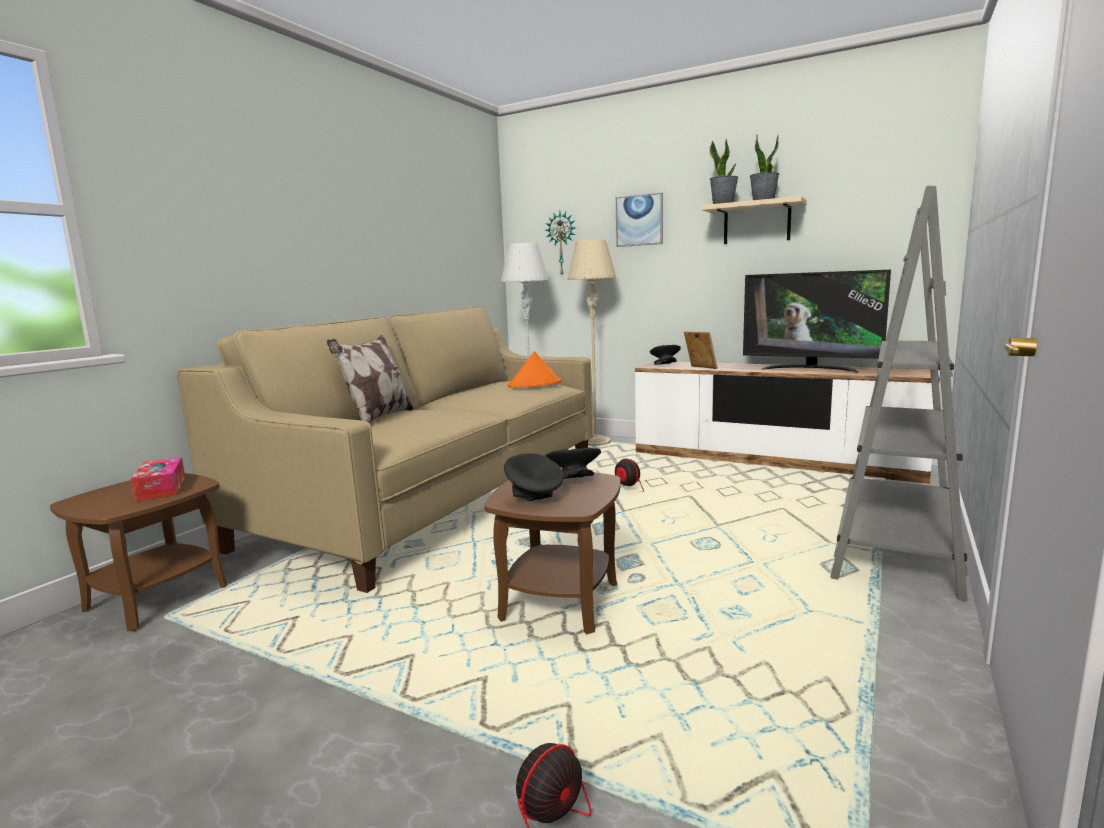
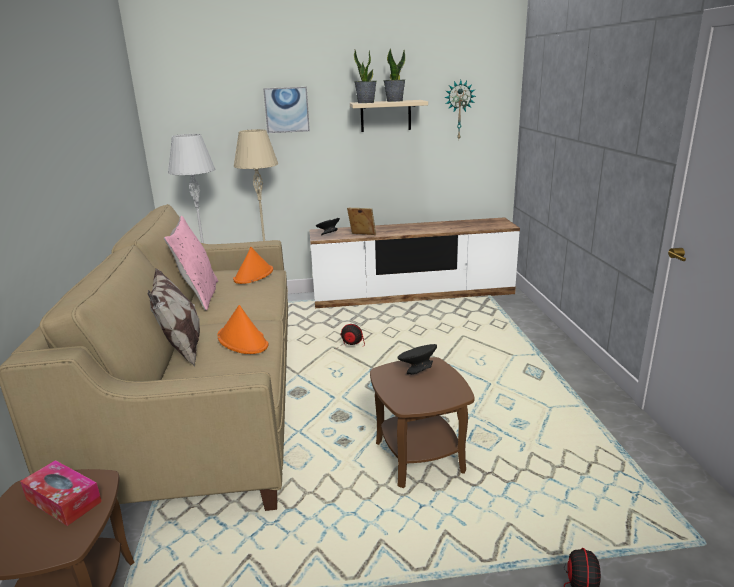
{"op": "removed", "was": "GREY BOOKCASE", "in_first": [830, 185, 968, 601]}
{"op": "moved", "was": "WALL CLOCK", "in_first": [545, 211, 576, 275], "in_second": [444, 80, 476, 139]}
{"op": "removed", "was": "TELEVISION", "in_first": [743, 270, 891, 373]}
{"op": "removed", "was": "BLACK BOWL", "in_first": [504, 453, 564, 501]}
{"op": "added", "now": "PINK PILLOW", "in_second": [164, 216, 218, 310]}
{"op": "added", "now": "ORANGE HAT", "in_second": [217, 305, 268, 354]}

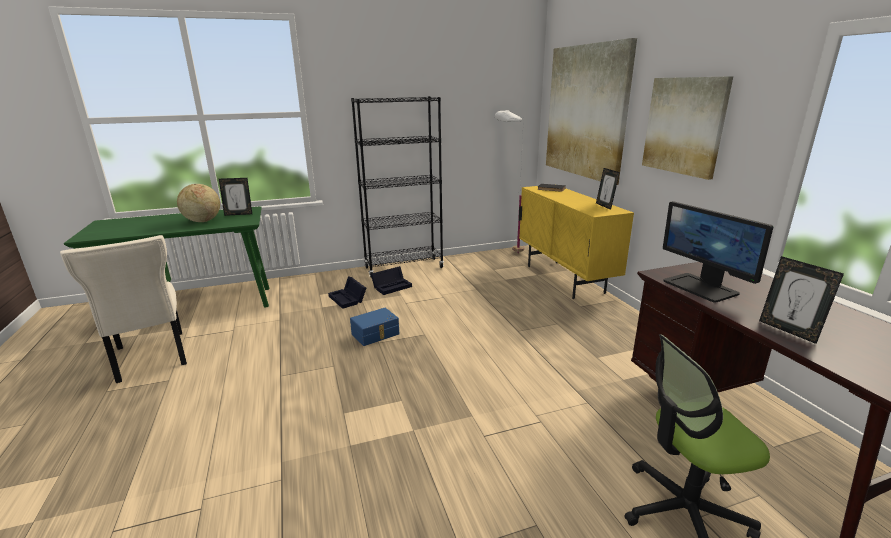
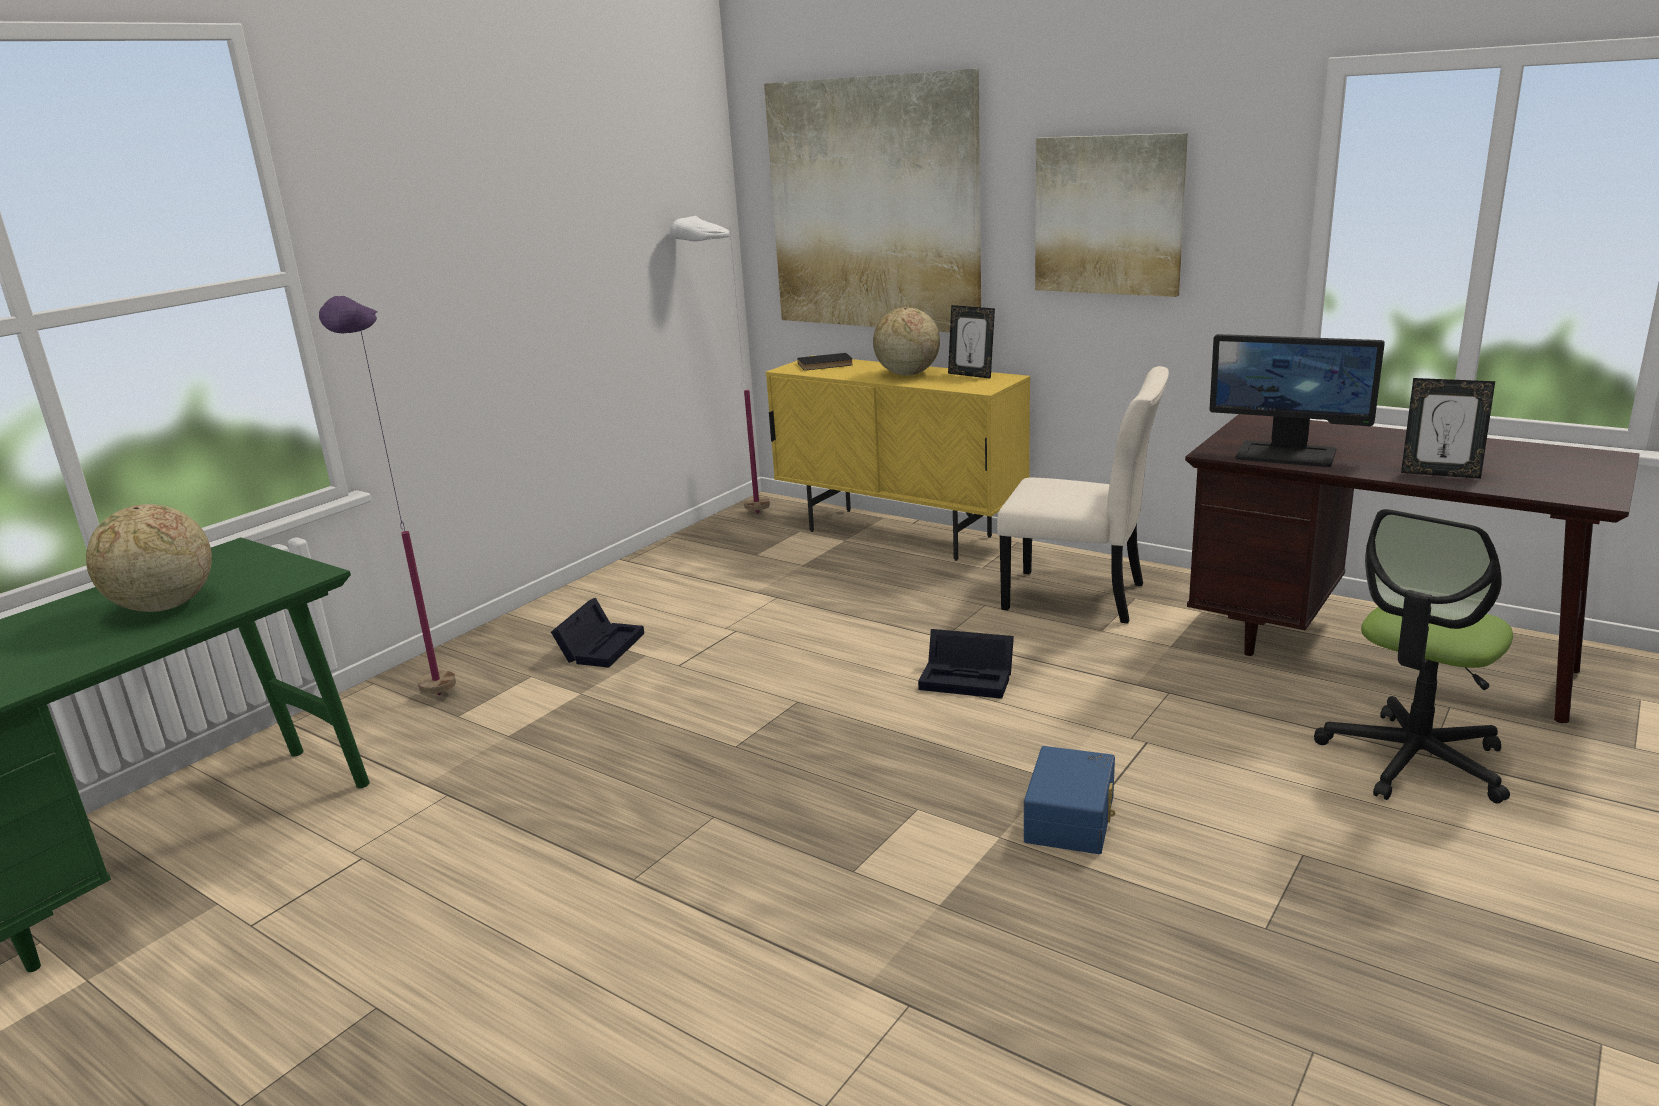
{"op": "removed", "was": "BLACK BOOKCASE", "in_first": [351, 96, 444, 278]}
{"op": "removed", "was": "PICTURE FRAME", "in_first": [219, 178, 252, 216]}
{"op": "moved", "was": "BEIGE CHAIR", "in_first": [60, 235, 187, 383], "in_second": [997, 366, 1169, 623]}
{"op": "moved", "was": "BLACK STORAGE BOX", "in_first": [328, 276, 366, 309], "in_second": [918, 629, 1014, 699]}
{"op": "moved", "was": "BLUE STORAGE BOX", "in_first": [350, 308, 399, 346], "in_second": [1024, 746, 1115, 854]}
{"op": "added", "now": "PURPLE FLOOR LAMP", "in_second": [319, 296, 456, 695]}
{"op": "added", "now": "GLOBE", "in_second": [873, 307, 940, 375]}

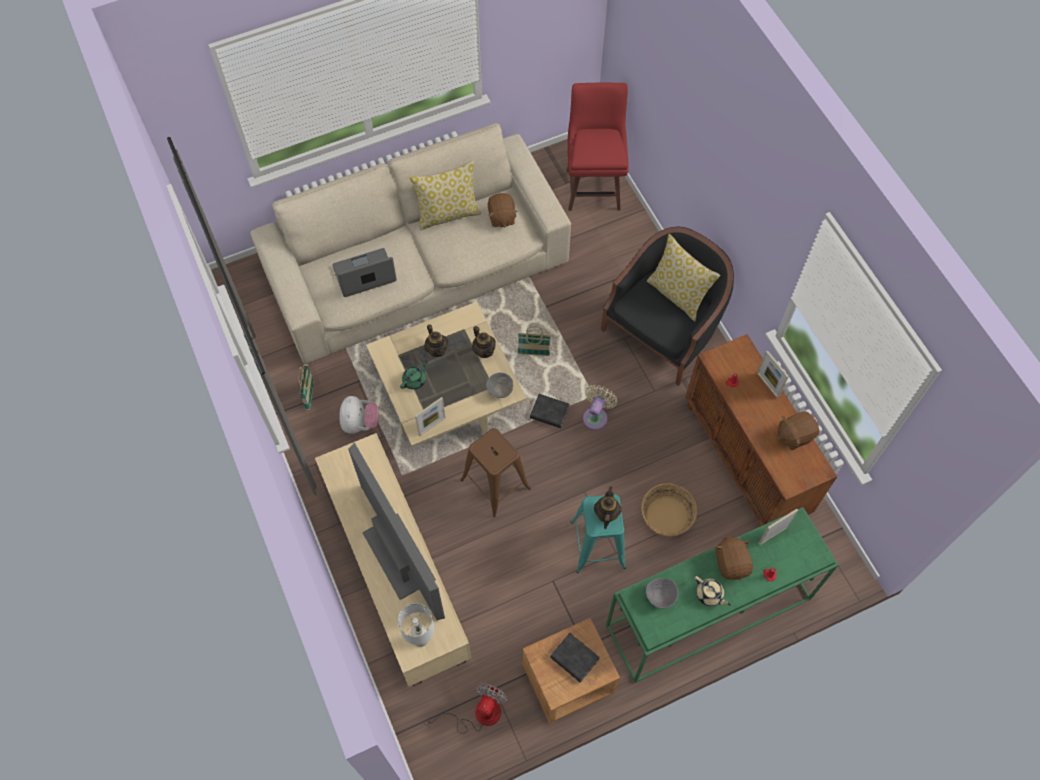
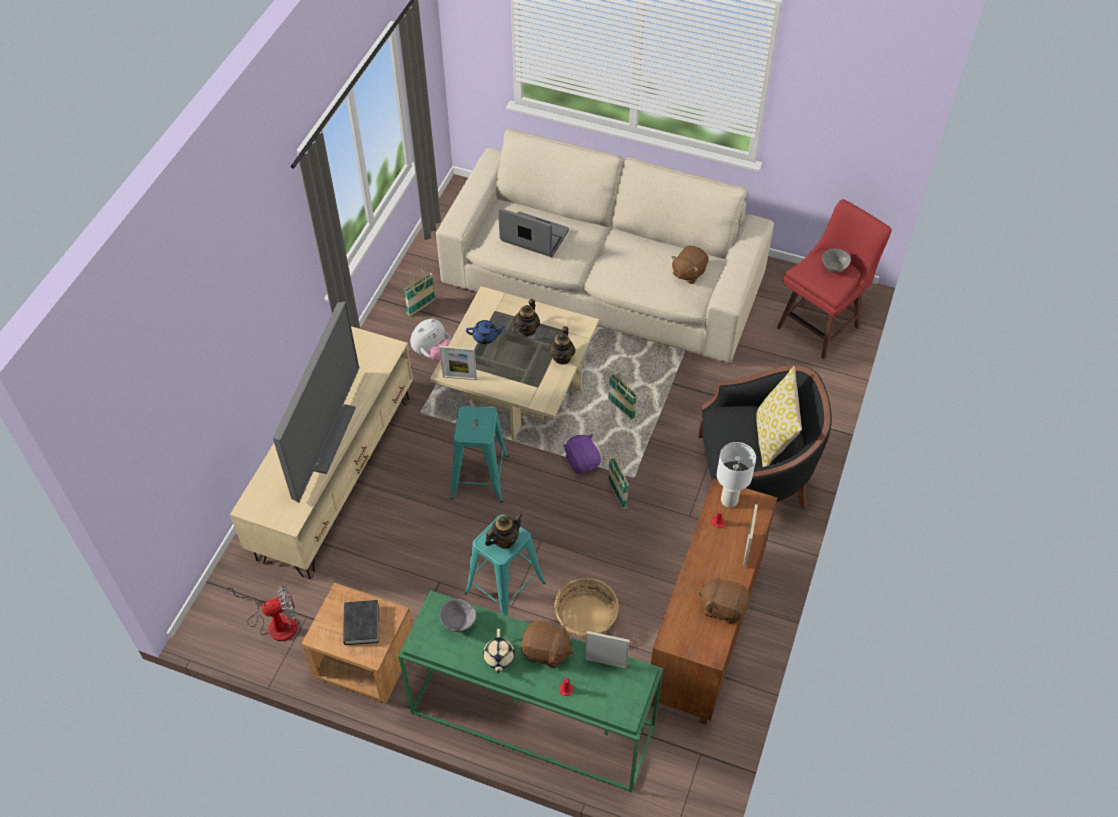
{"op": "removed", "was": "PILLOW", "in_first": [409, 160, 481, 230]}
{"op": "recoloured", "was": "GREEN TEAPOT", "now": "BLUE TEAPOT", "in_first": [400, 361, 428, 390], "in_second": [466, 320, 506, 344]}
{"op": "moved", "was": "GREY BOWL", "in_first": [486, 373, 513, 398], "in_second": [822, 249, 851, 273]}
{"op": "replaced", "was": "BEIGE FAN", "now": "BASKET", "in_first": [583, 385, 617, 430], "in_second": [608, 456, 629, 509]}
{"op": "replaced", "was": "BLACK BOOK", "now": "PURPLE PLUSH TOY", "in_first": [530, 394, 569, 428], "in_second": [563, 434, 601, 473]}
{"op": "recoloured", "was": "BROWN STOOL", "now": "TURQUOISE STOOL", "in_first": [461, 428, 531, 517], "in_second": [450, 406, 509, 503]}
{"op": "turned", "was": "BROWN PLUSH TOY", "in_first": [715, 536, 753, 580], "in_second": [521, 621, 574, 668], "clockwise": 75}
{"op": "moved", "was": "WHITE TABLE LAMP", "in_first": [398, 603, 434, 647], "in_second": [717, 442, 756, 508]}

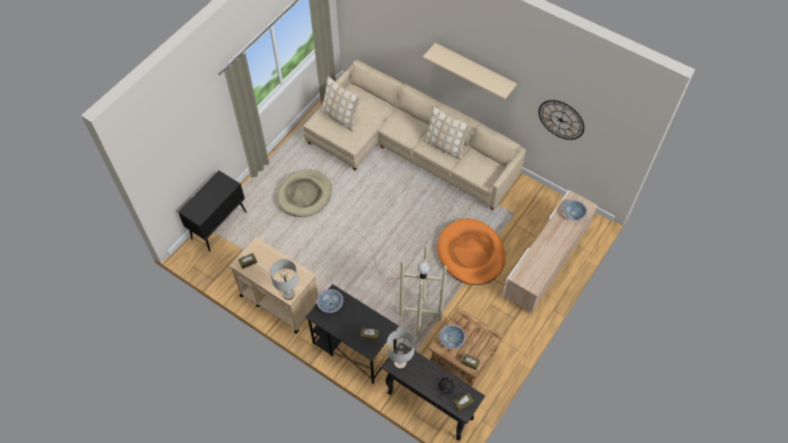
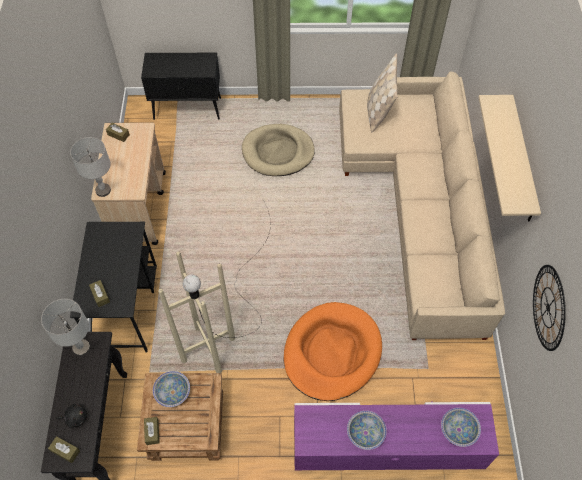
{"op": "removed", "was": "BEIGE PILLOW", "in_first": [423, 106, 471, 160]}
{"op": "recoloured", "was": "BEIGE TV STAND", "now": "PURPLE TV STAND", "in_first": [503, 190, 598, 313], "in_second": [294, 401, 499, 470]}
{"op": "moved", "was": "BOWL", "in_first": [317, 289, 343, 313], "in_second": [347, 411, 387, 450]}

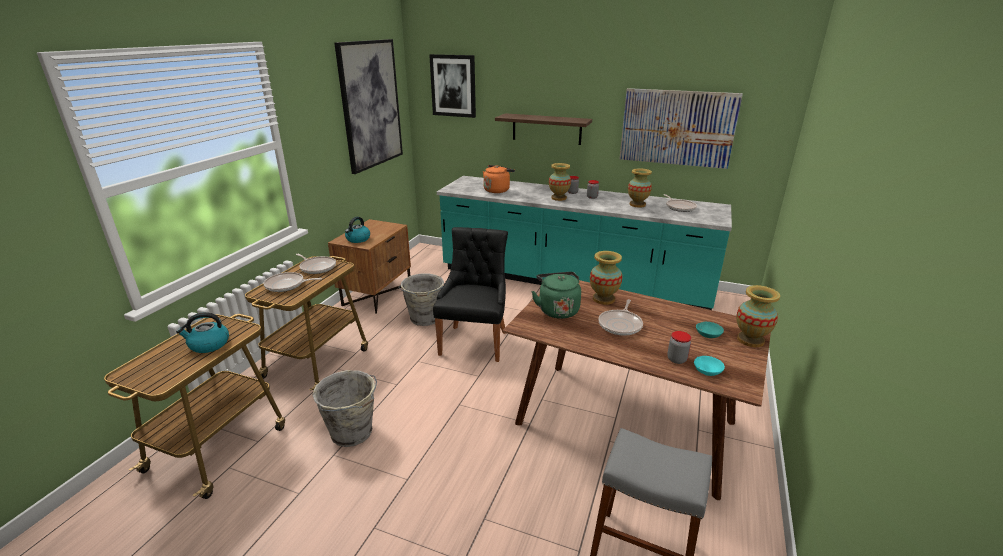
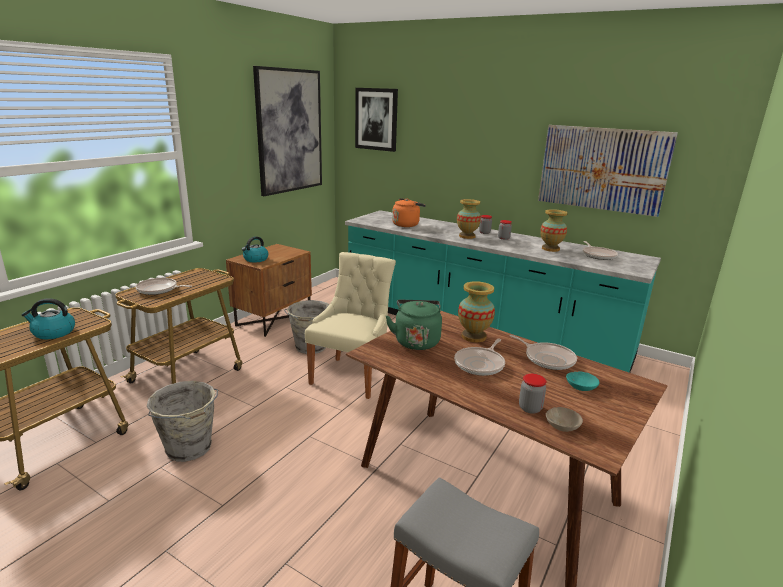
{"op": "removed", "was": "SHELF", "in_first": [495, 113, 592, 145]}
{"op": "recoloured", "was": "BLACK CHAIR", "now": "BEIGE CHAIR", "in_first": [433, 227, 508, 362], "in_second": [305, 252, 396, 399]}
{"op": "moved", "was": "FRYING PAN", "in_first": [296, 254, 336, 274], "in_second": [510, 335, 577, 370]}
{"op": "removed", "was": "VASE", "in_first": [736, 285, 780, 347]}
{"op": "recoloured", "was": "TURQUOISE BOWL", "now": "BEIGE BOWL", "in_first": [694, 356, 725, 376], "in_second": [546, 407, 583, 432]}

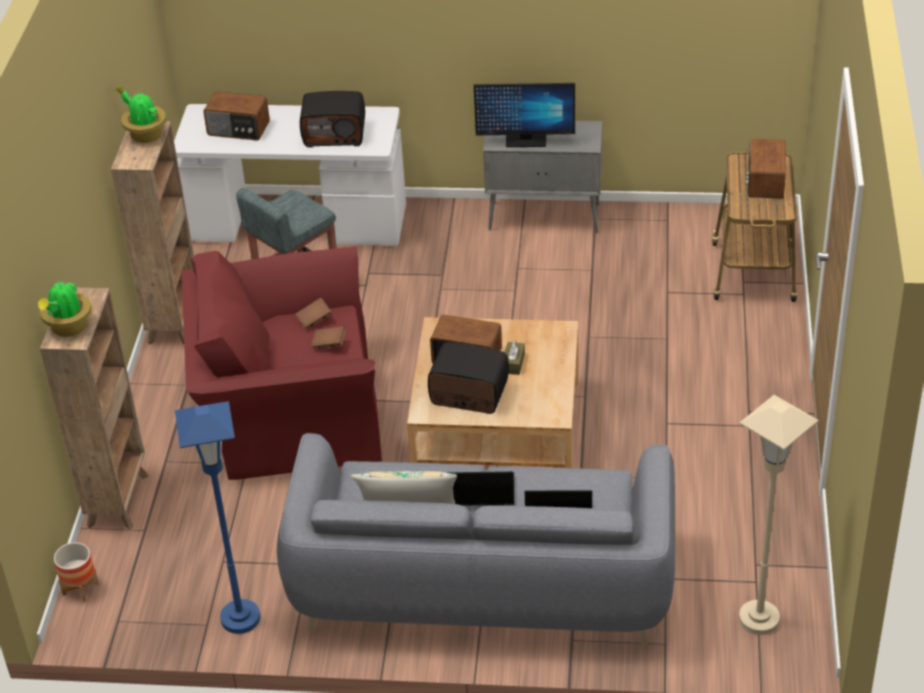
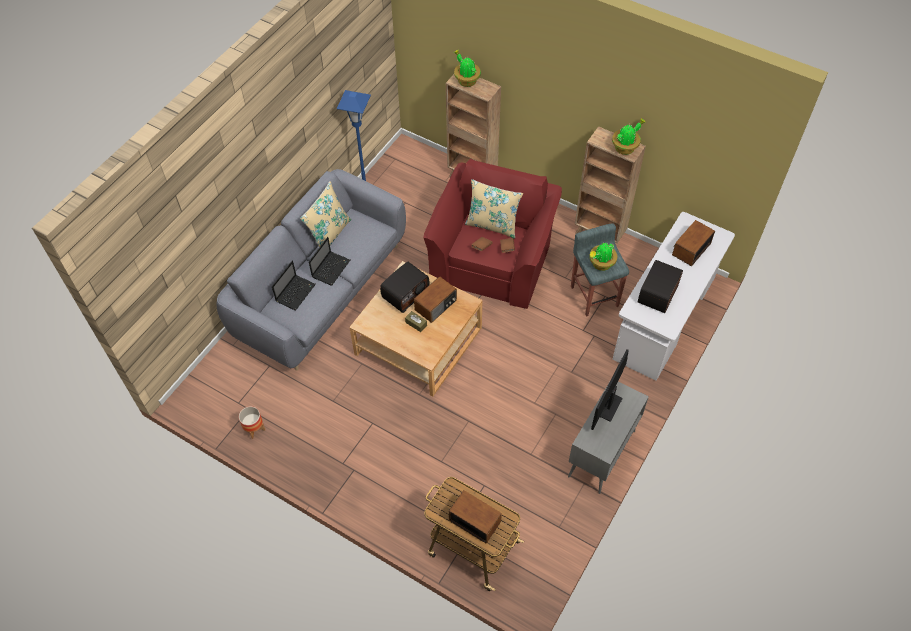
{"op": "removed", "was": "BEIGE FLOOR LAMP", "in_first": [739, 395, 819, 635]}
{"op": "moved", "was": "PLANTER", "in_first": [54, 542, 99, 602], "in_second": [239, 406, 265, 439]}
{"op": "added", "now": "BEIGE PILLOW", "in_second": [465, 179, 523, 239]}
{"op": "added", "now": "POTTED PLANT", "in_second": [589, 243, 617, 271]}

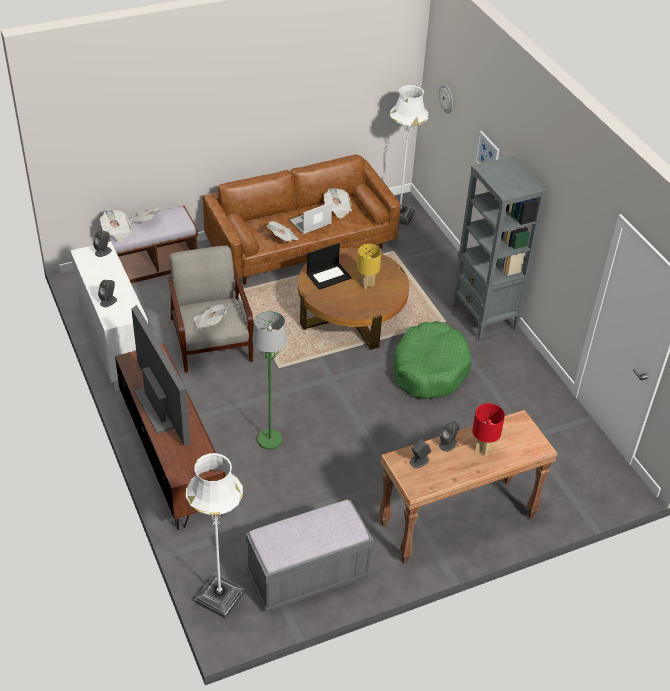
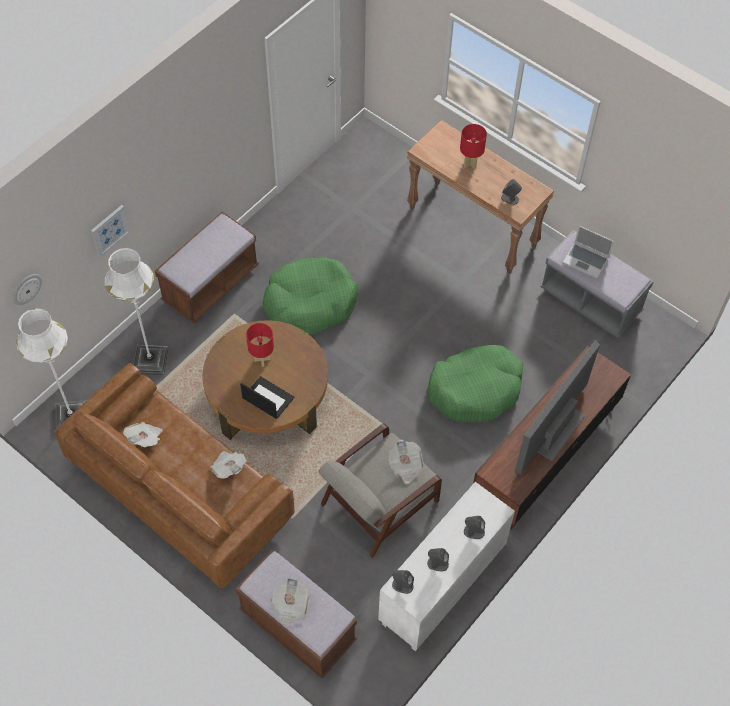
{"op": "replaced", "was": "GREY BOOKCASE", "now": "BROWN BENCH", "in_first": [452, 156, 547, 340], "in_second": [155, 212, 259, 324]}
{"op": "moved", "was": "LAPTOP", "in_first": [290, 202, 332, 234], "in_second": [563, 226, 614, 278]}
{"op": "removed", "was": "NEWSPAPER", "in_first": [100, 209, 132, 242]}
{"op": "recoloured", "was": "YELLOW TABLE LAMP", "now": "RED TABLE LAMP", "in_first": [357, 244, 382, 289], "in_second": [246, 323, 274, 367]}
{"op": "replaced", "was": "GREEN FLOOR LAMP", "now": "GREEN DOG BED", "in_first": [252, 311, 287, 450], "in_second": [426, 345, 523, 422]}
{"op": "moved", "was": "GREY SPEAKER", "in_first": [439, 421, 459, 452], "in_second": [427, 548, 449, 571]}
{"op": "moved", "was": "WHITE FLOOR LAMP", "in_first": [186, 453, 245, 618], "in_second": [105, 248, 168, 376]}

